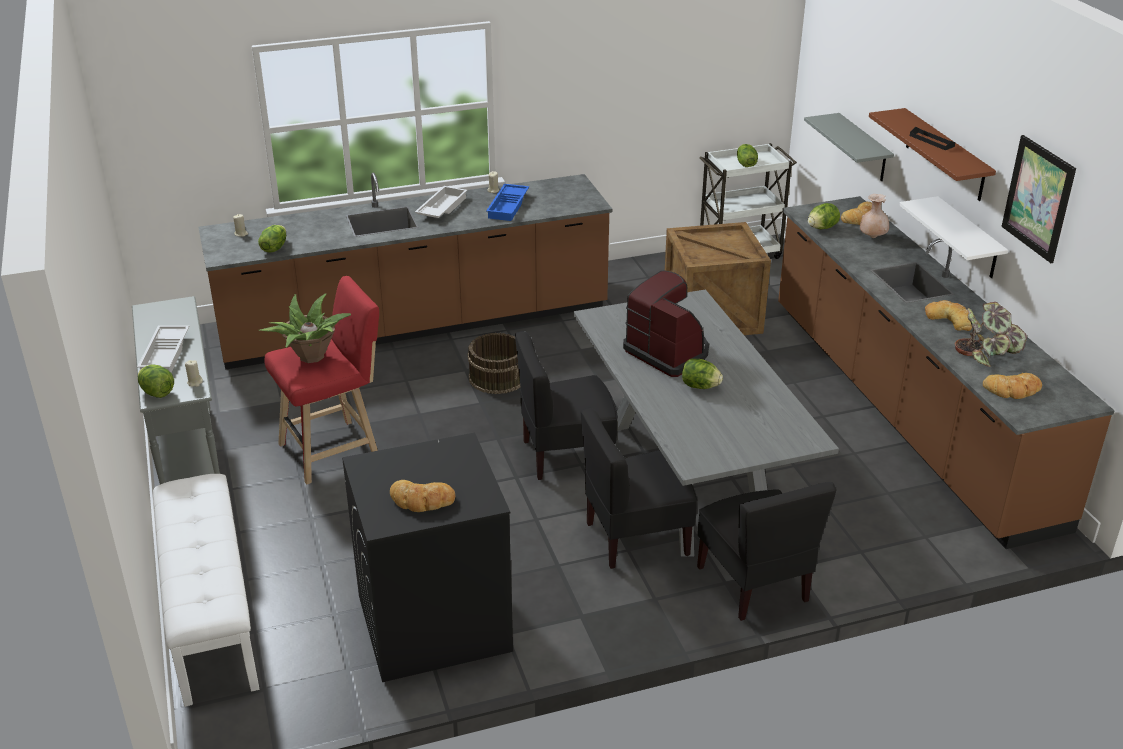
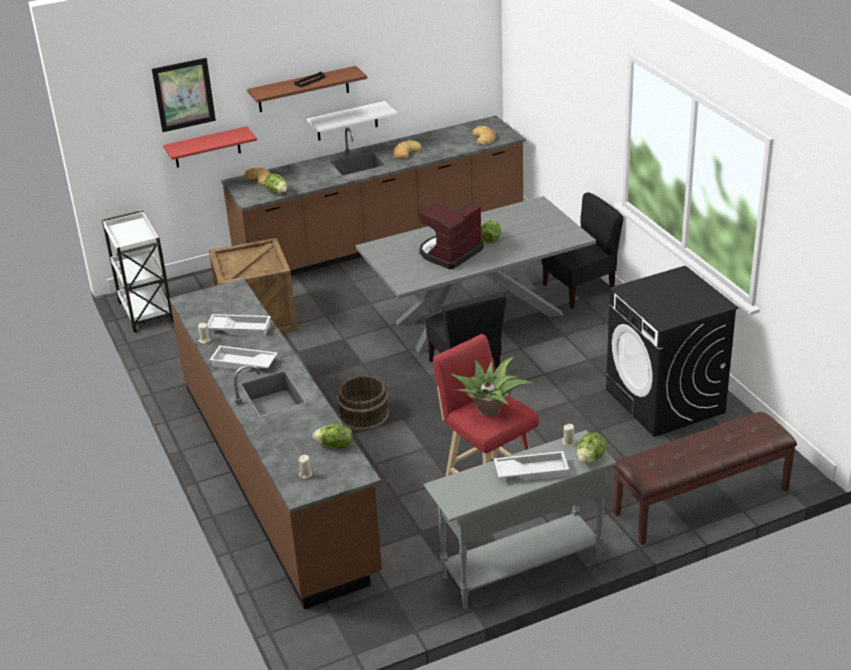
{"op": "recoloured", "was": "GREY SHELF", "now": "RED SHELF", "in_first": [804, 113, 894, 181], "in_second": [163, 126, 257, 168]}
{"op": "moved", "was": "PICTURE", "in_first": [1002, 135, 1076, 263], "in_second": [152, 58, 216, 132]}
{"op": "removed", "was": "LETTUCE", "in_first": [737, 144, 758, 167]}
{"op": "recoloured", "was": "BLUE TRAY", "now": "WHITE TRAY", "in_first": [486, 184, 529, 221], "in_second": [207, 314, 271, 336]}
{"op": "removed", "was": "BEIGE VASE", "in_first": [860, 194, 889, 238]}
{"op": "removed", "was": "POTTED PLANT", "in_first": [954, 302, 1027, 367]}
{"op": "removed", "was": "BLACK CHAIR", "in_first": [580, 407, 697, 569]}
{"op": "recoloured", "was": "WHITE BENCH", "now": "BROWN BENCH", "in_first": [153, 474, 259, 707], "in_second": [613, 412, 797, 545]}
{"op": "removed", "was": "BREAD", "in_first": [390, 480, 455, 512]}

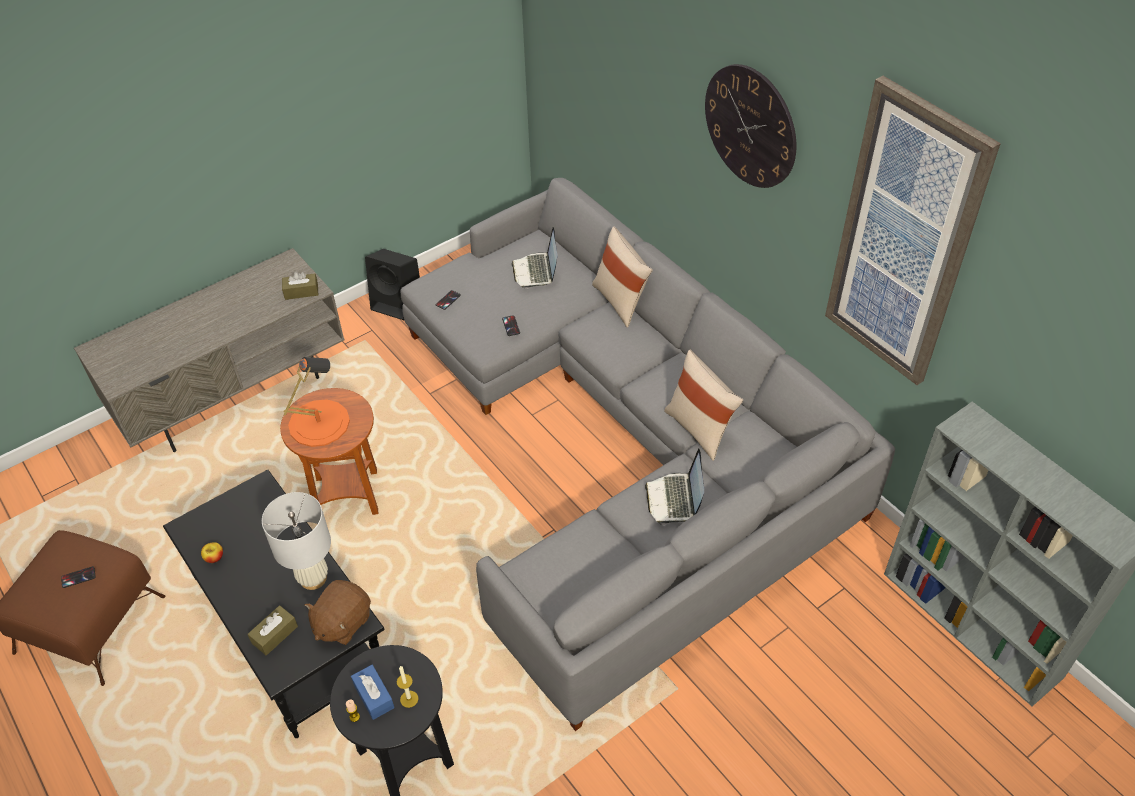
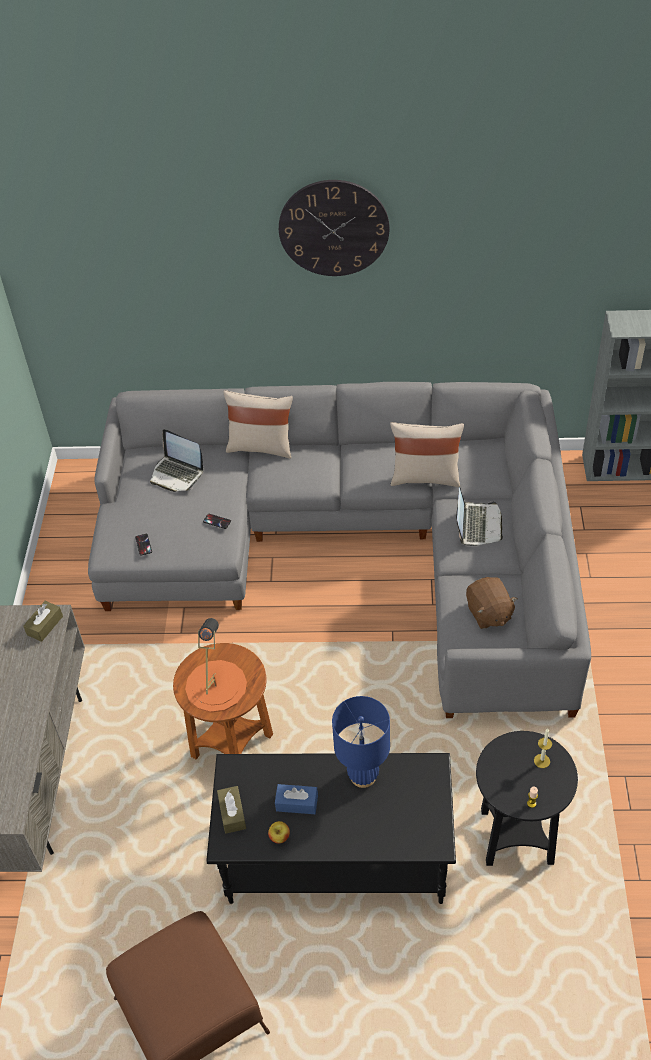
{"op": "removed", "was": "PICTURE", "in_first": [825, 76, 1001, 385]}
{"op": "removed", "was": "BLACK SPEAKER", "in_first": [365, 249, 420, 320]}
{"op": "turned", "was": "LAPTOP", "in_first": [645, 448, 704, 525], "in_second": [456, 487, 503, 546], "clockwise": -120}
{"op": "recoloured", "was": "WHITE TABLE LAMP", "now": "BLUE TABLE LAMP", "in_first": [262, 492, 331, 590], "in_second": [332, 696, 390, 788]}
{"op": "removed", "was": "PHONE", "in_first": [61, 566, 96, 588]}
{"op": "moved", "was": "BROWN PLUSH TOY", "in_first": [305, 580, 371, 645], "in_second": [466, 577, 518, 629]}
{"op": "moved", "was": "BROWN TISSUE BOX", "in_first": [247, 605, 298, 656], "in_second": [217, 786, 246, 834]}
{"op": "moved", "was": "BLUE TISSUE BOX", "in_first": [351, 665, 394, 720], "in_second": [275, 784, 318, 814]}

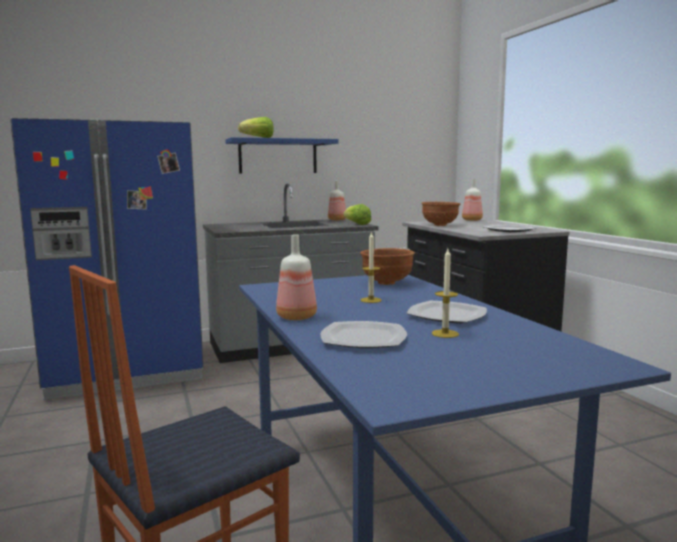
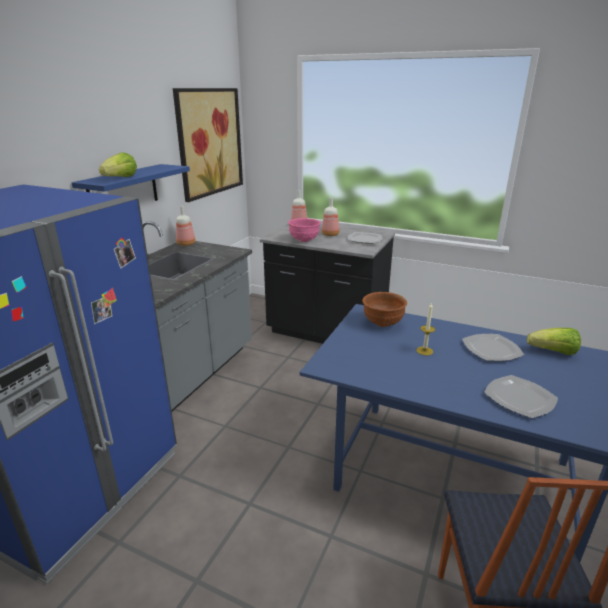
{"op": "recoloured", "was": "BROWN BOWL", "now": "PINK BOWL", "in_first": [421, 202, 460, 226], "in_second": [288, 218, 321, 242]}
{"op": "moved", "was": "LETTUCE", "in_first": [343, 204, 371, 225], "in_second": [527, 328, 581, 355]}
{"op": "moved", "was": "BOTTLE", "in_first": [276, 235, 317, 320], "in_second": [322, 198, 340, 236]}
{"op": "removed", "was": "CANDLE", "in_first": [432, 249, 459, 338]}
{"op": "added", "now": "PICTURE", "in_second": [173, 88, 243, 202]}

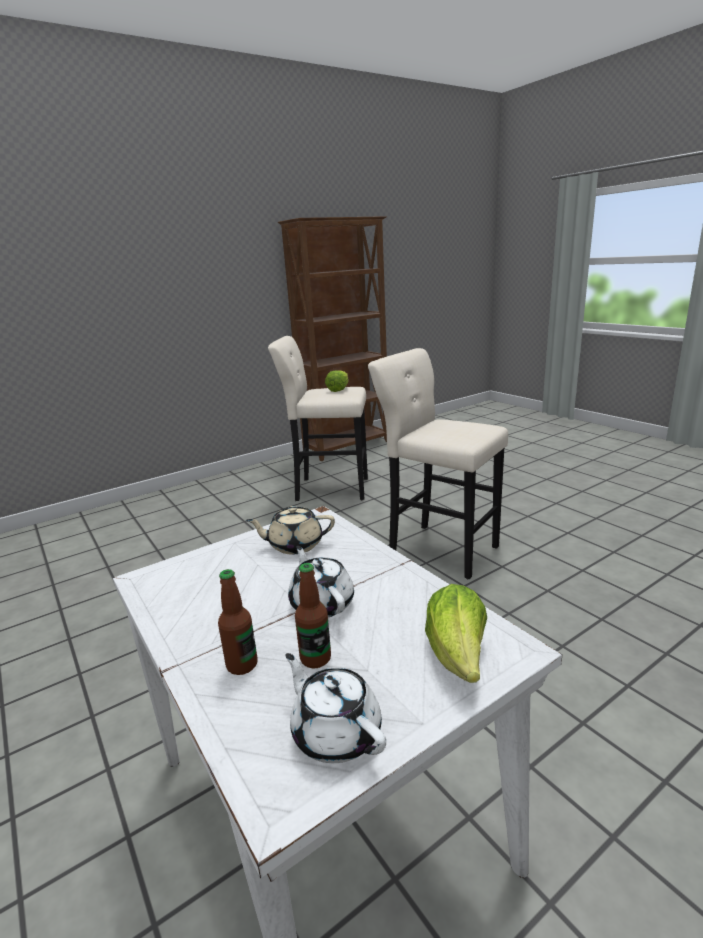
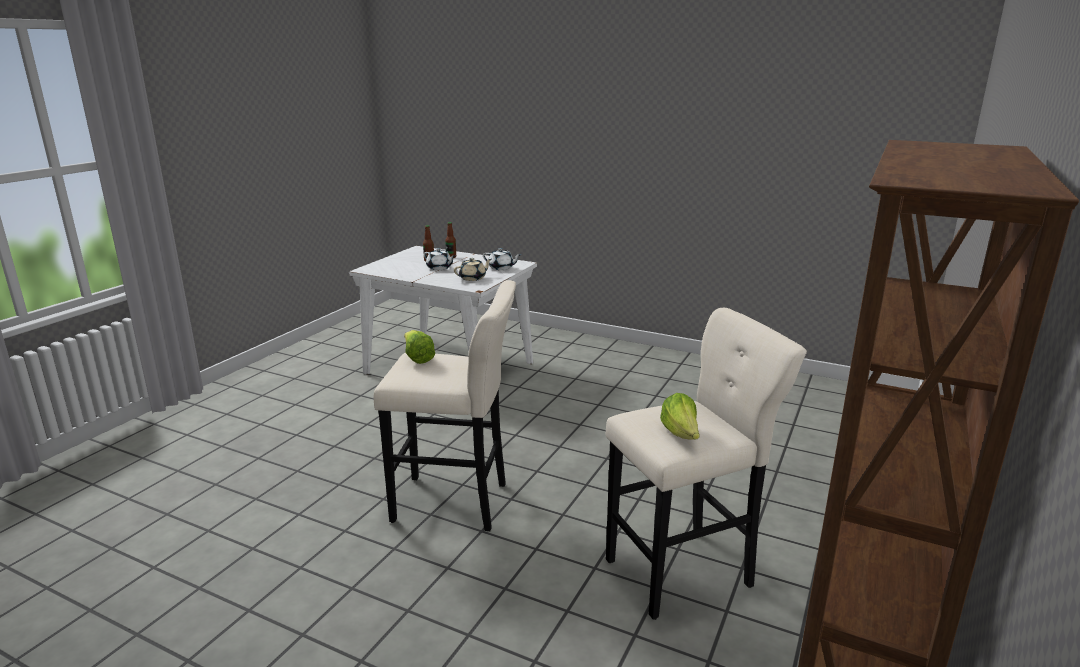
{"op": "moved", "was": "LETTUCE", "in_first": [425, 584, 487, 683], "in_second": [404, 330, 435, 364]}
{"op": "moved", "was": "WHITE TEAPOT", "in_first": [285, 653, 386, 763], "in_second": [483, 248, 522, 270]}

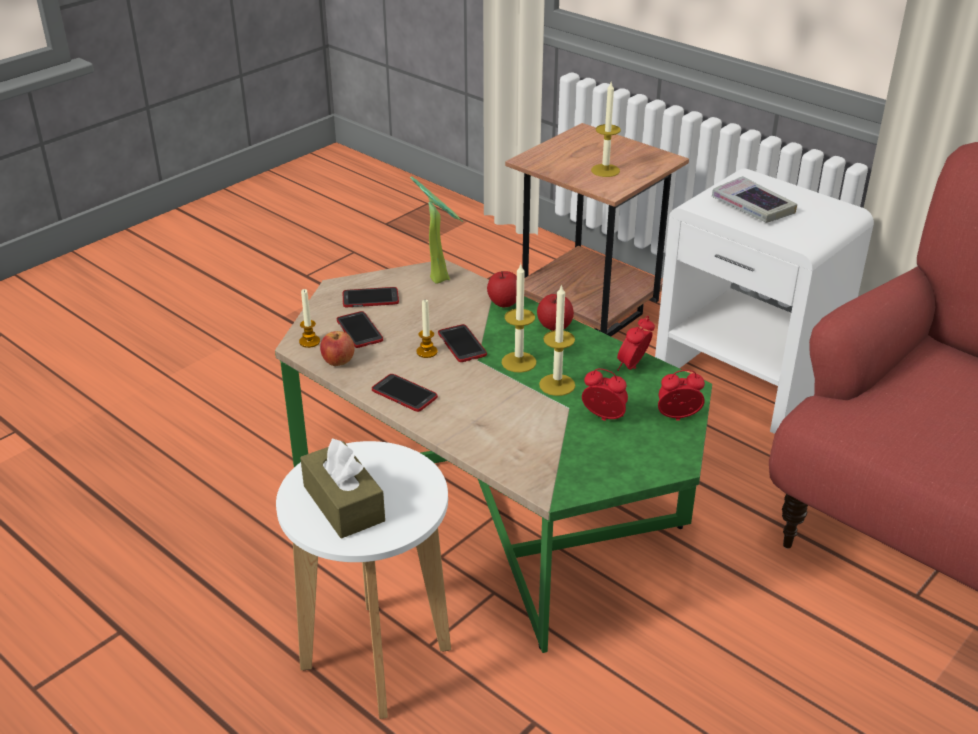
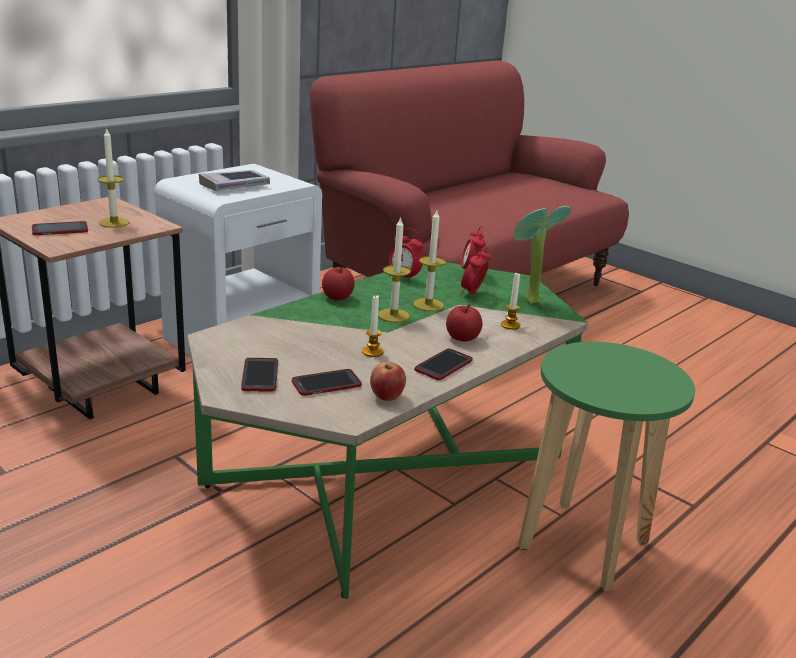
{"op": "moved", "was": "POTTED PLANT", "in_first": [410, 176, 463, 284], "in_second": [513, 206, 571, 304]}
{"op": "moved", "was": "APPLE", "in_first": [487, 271, 517, 308], "in_second": [446, 304, 483, 342]}
{"op": "moved", "was": "CANDLE", "in_first": [299, 289, 320, 348], "in_second": [501, 272, 520, 330]}
{"op": "moved", "was": "PHONE", "in_first": [438, 324, 487, 362], "in_second": [32, 221, 88, 235]}
{"op": "removed", "was": "BROWN TISSUE BOX", "in_first": [300, 438, 385, 539]}
{"op": "recoloured", "was": "WHITE STOOL", "now": "GREEN STOOL", "in_first": [276, 441, 451, 719], "in_second": [518, 342, 695, 591]}

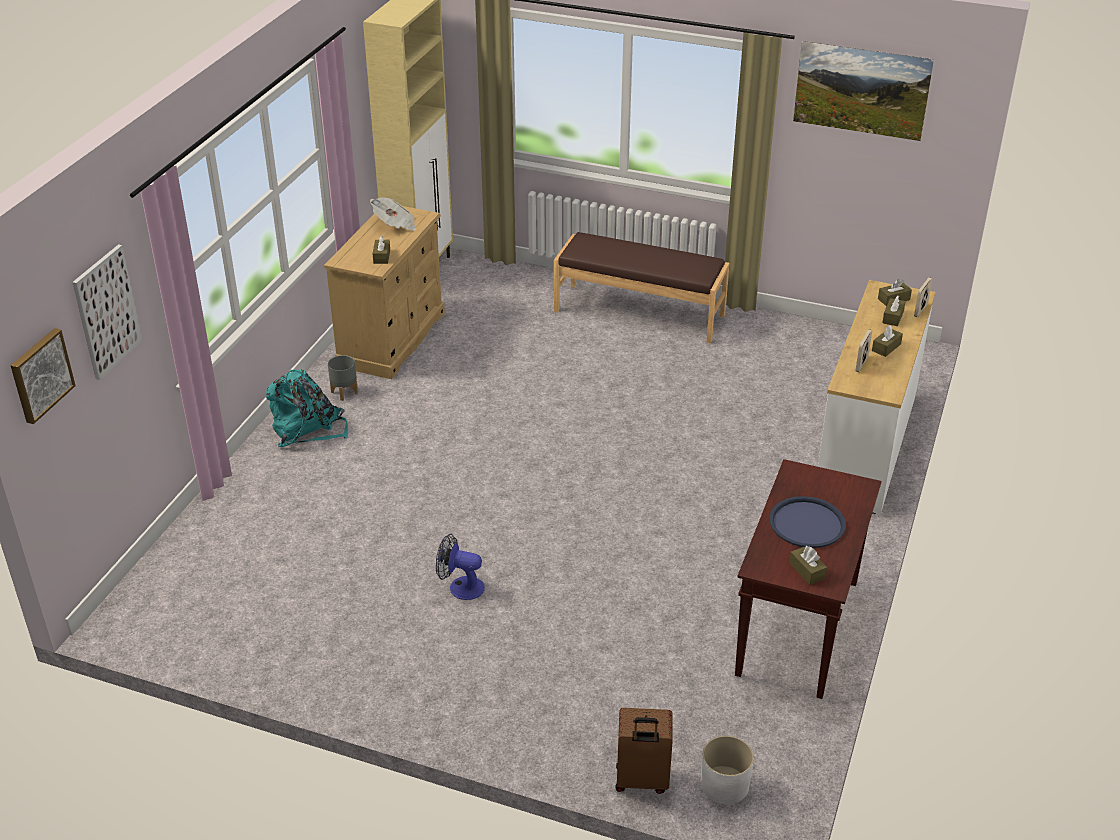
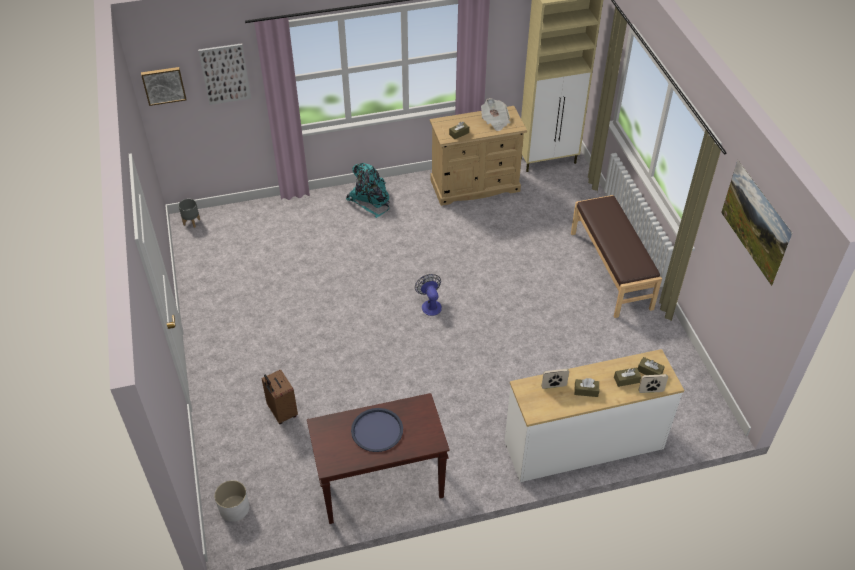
{"op": "moved", "was": "GREY PLANTER", "in_first": [328, 355, 358, 401], "in_second": [178, 199, 200, 228]}
{"op": "moved", "was": "FAN", "in_first": [436, 534, 485, 600], "in_second": [415, 274, 442, 316]}
{"op": "removed", "was": "BROWN TISSUE BOX", "in_first": [789, 546, 827, 585]}
{"op": "moved", "was": "BROWN SUITCASE", "in_first": [615, 708, 673, 794], "in_second": [261, 369, 298, 424]}

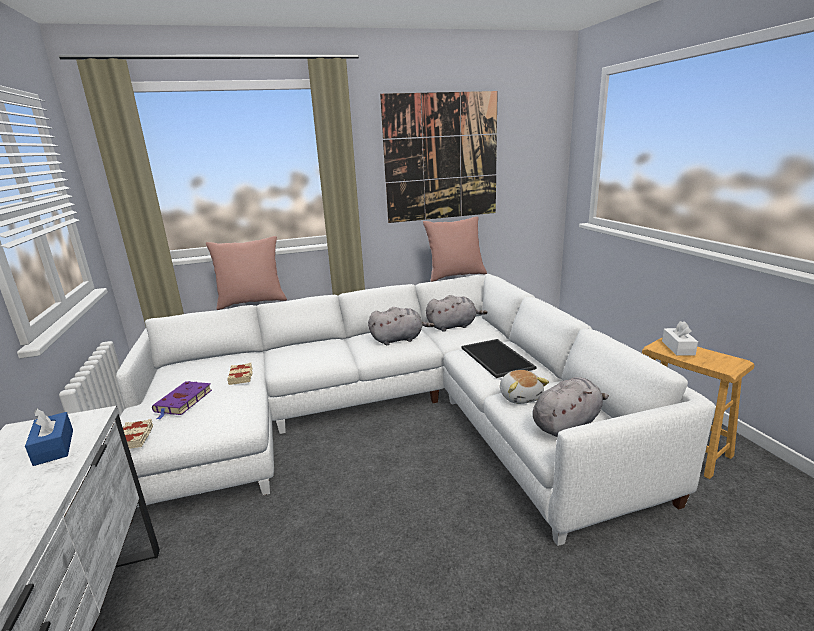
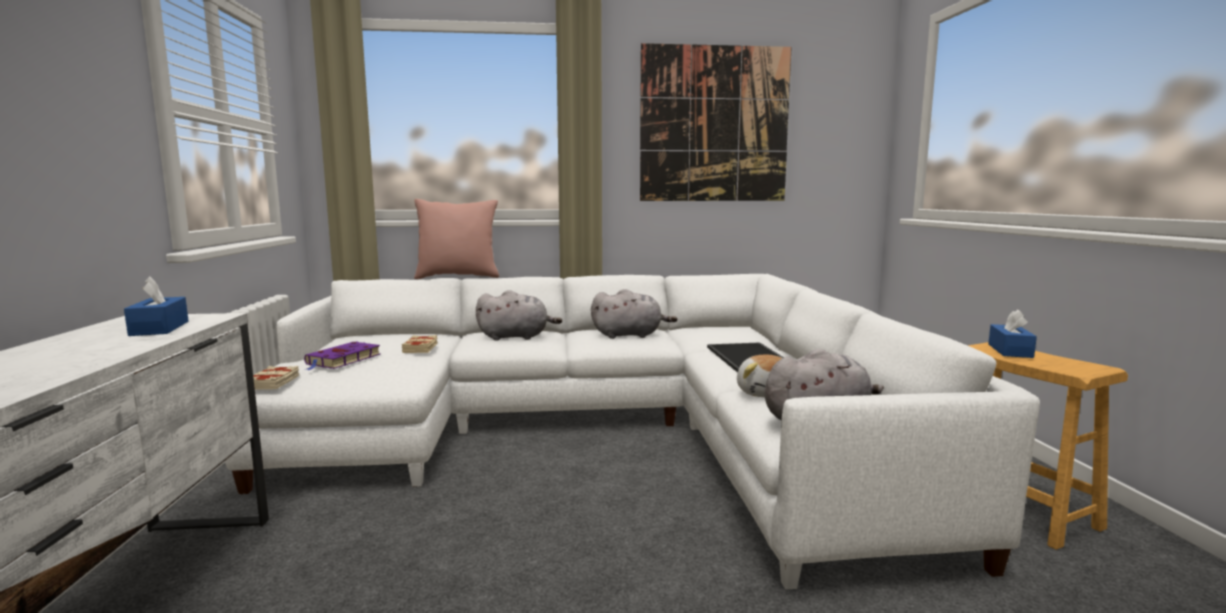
{"op": "removed", "was": "PINK PILLOW", "in_first": [423, 216, 487, 282]}
{"op": "moved", "was": "GREY PLUSH TOY", "in_first": [426, 295, 488, 332], "in_second": [476, 290, 562, 341]}
{"op": "recoloured", "was": "WHITE TISSUE BOX", "now": "BLUE TISSUE BOX", "in_first": [662, 321, 698, 355], "in_second": [988, 309, 1037, 358]}

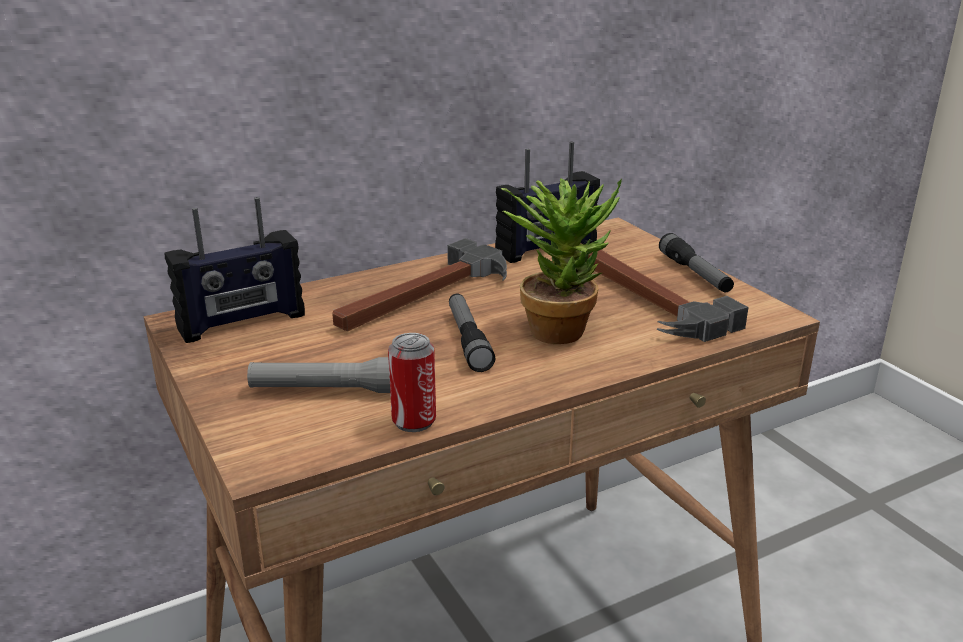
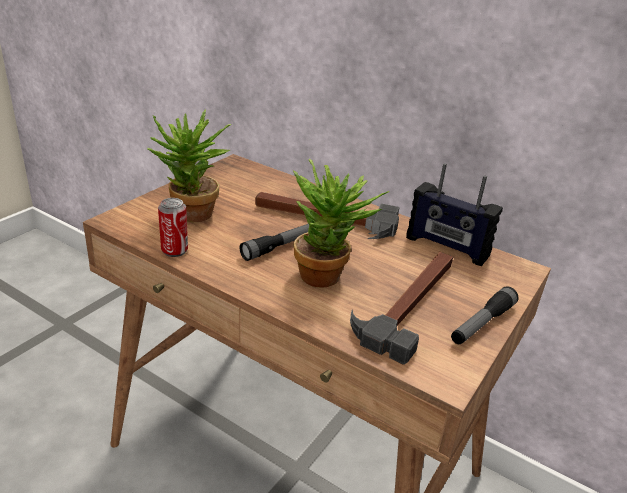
{"op": "removed", "was": "RADIO", "in_first": [165, 197, 305, 343]}
{"op": "replaced", "was": "GREY FLASHLIGHT", "now": "POTTED PLANT", "in_first": [247, 357, 390, 393], "in_second": [147, 109, 231, 222]}

